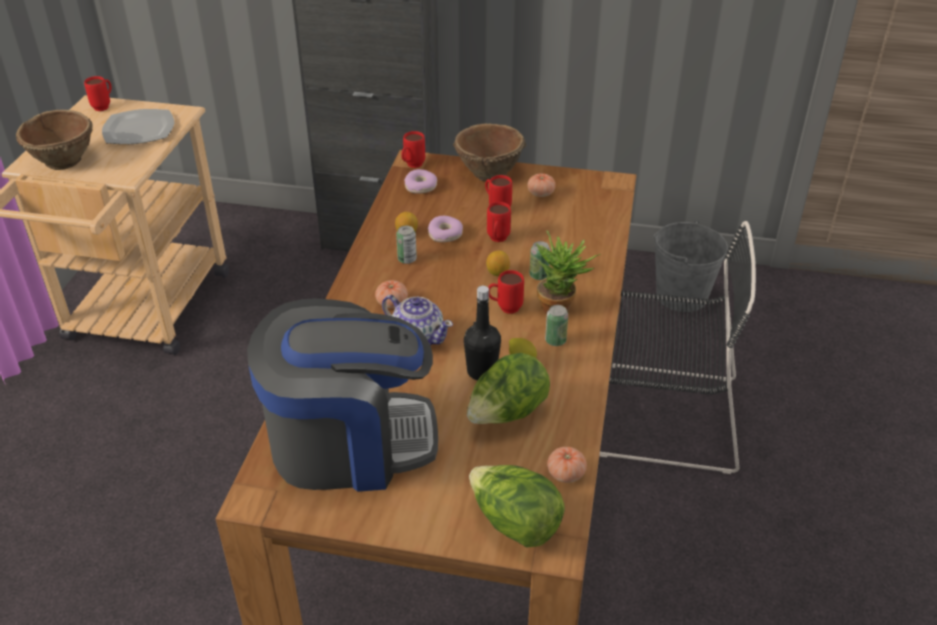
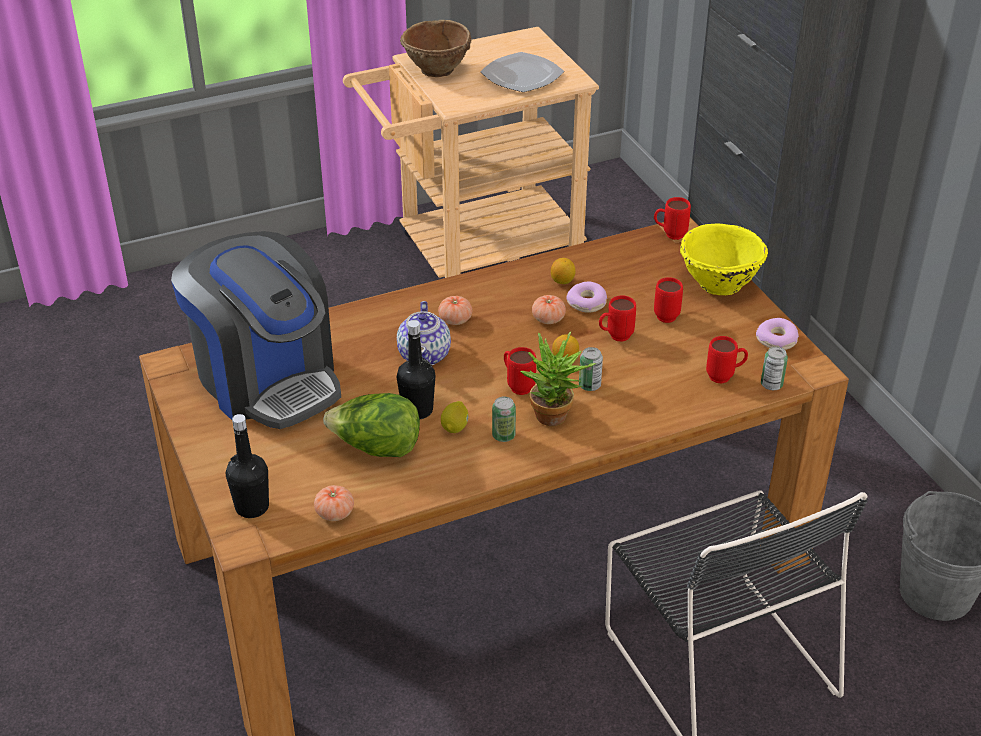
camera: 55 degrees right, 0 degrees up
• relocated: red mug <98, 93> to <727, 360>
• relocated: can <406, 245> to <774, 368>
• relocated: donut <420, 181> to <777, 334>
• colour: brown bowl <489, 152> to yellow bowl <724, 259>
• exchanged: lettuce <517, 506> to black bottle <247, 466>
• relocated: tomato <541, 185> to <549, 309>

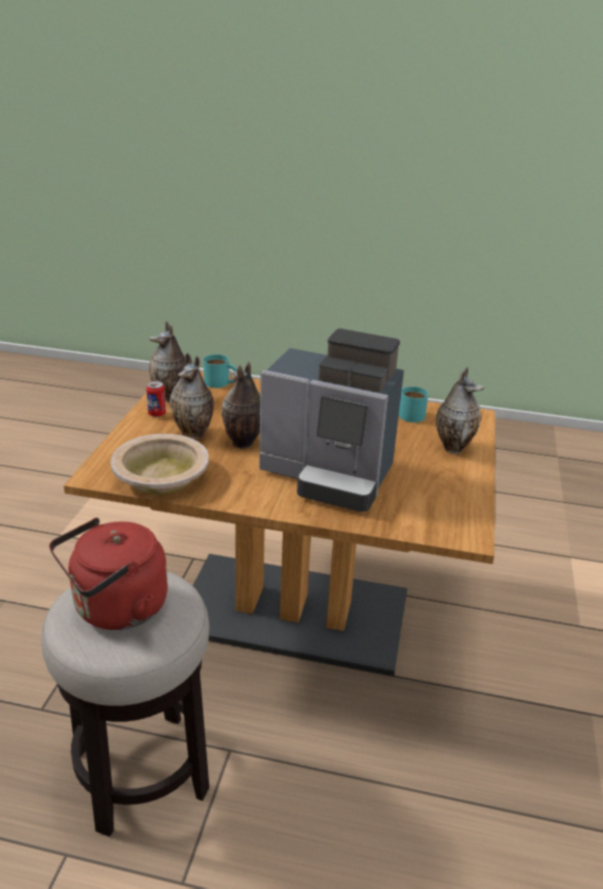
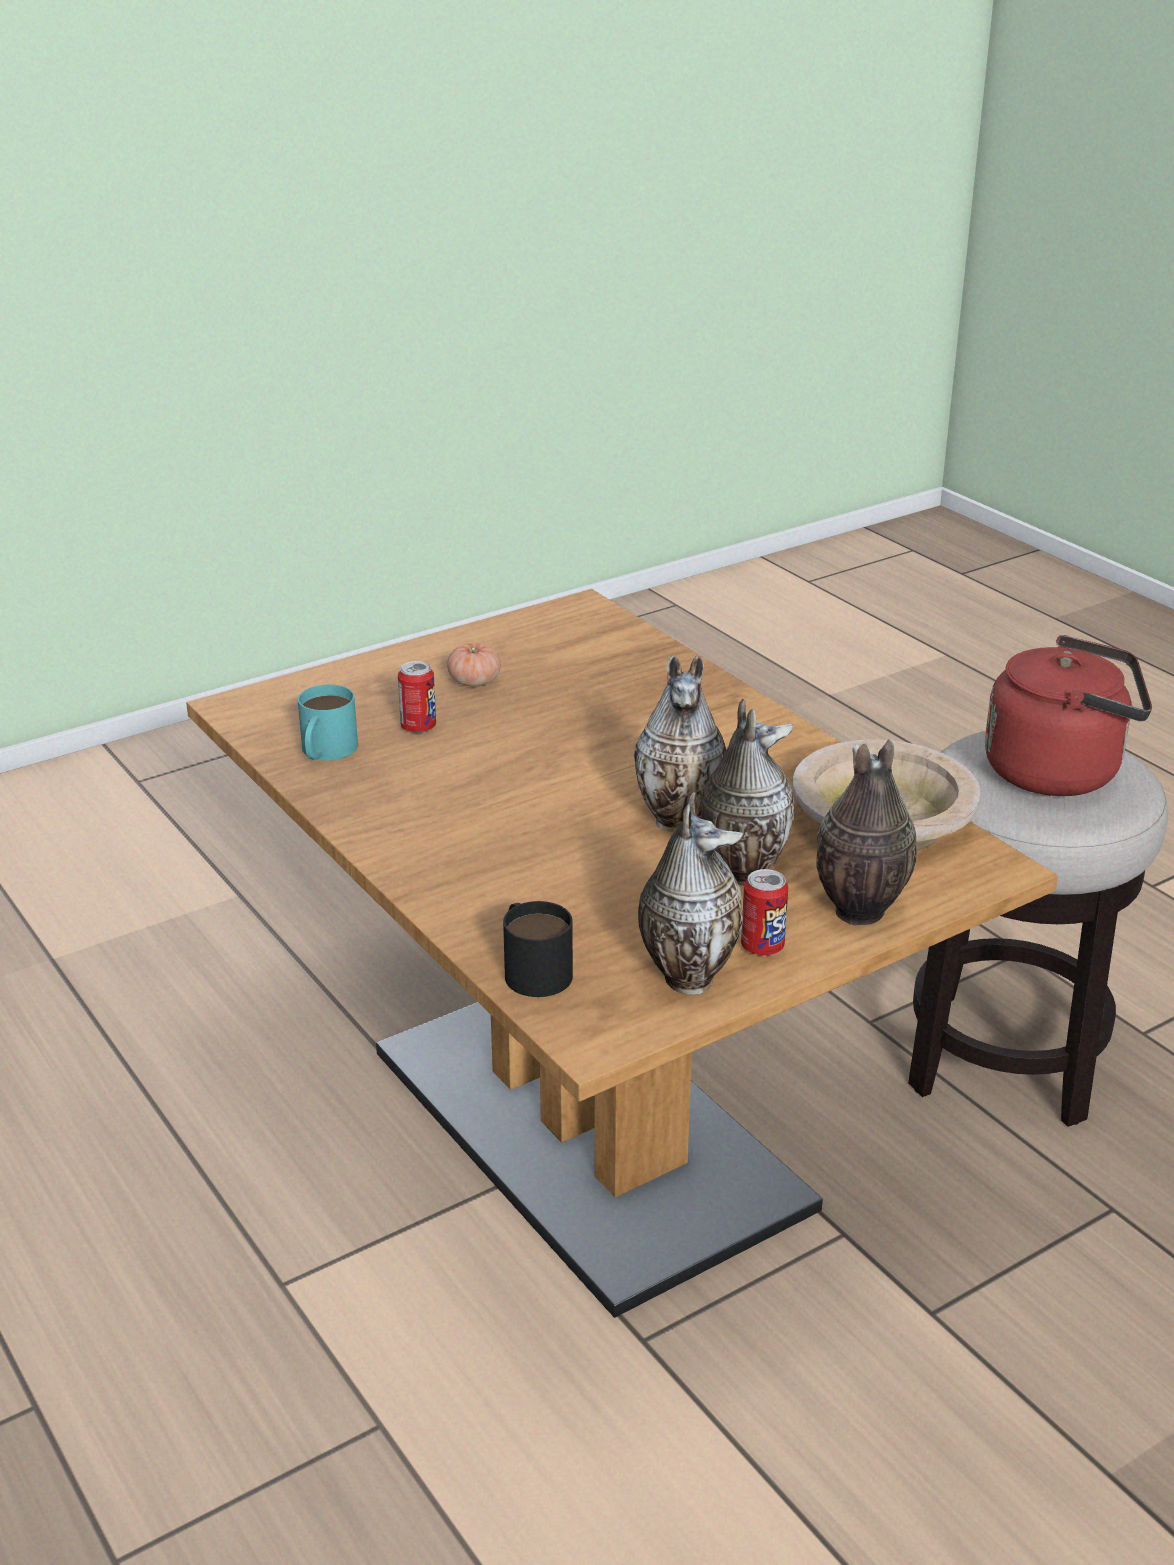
camera: 135 degrees left, 0 degrees up
• colour: turquoise mug <220, 371> to black mug <538, 949>
• missing: coffee machine <331, 420>
• relocated: vase <460, 410> to <866, 832>
• appeared: can <417, 697>
• appeared: tomato <474, 664>

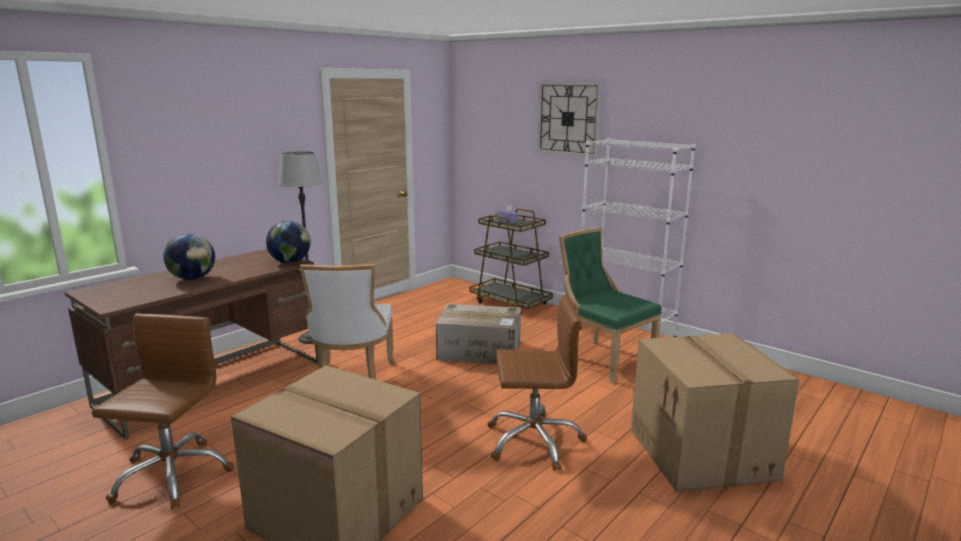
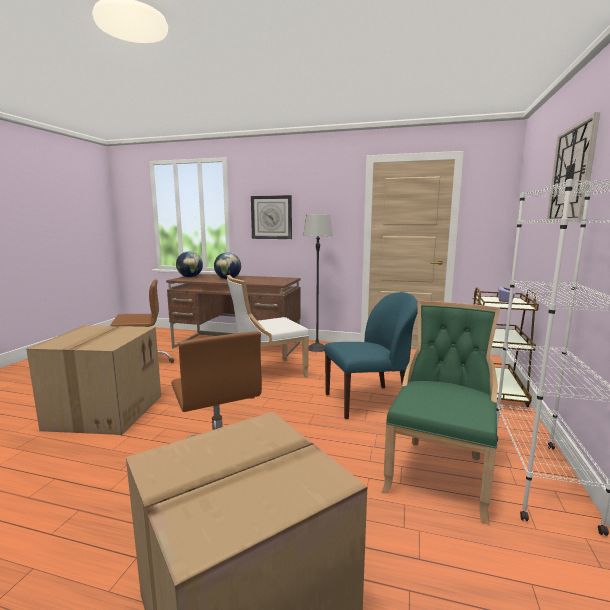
camera: 65 degrees right, 5 degrees down
• relocated: globe <288, 242> to <189, 264>
• exchanged: cardboard box <478, 334> to blue chair <371, 355>
• appeared: wall clock <271, 217>

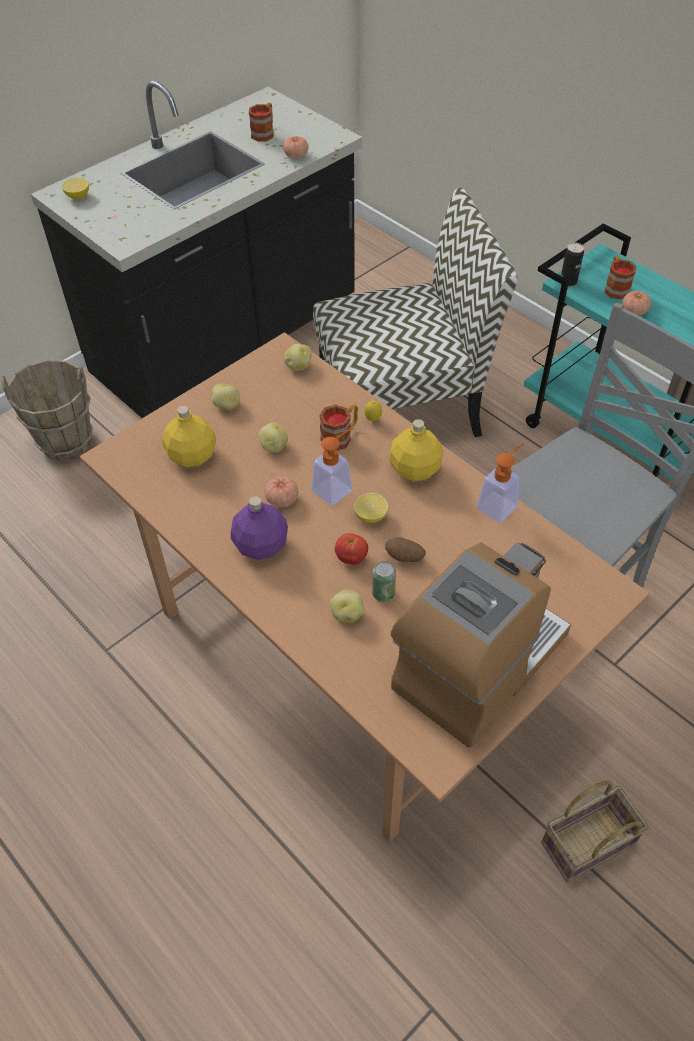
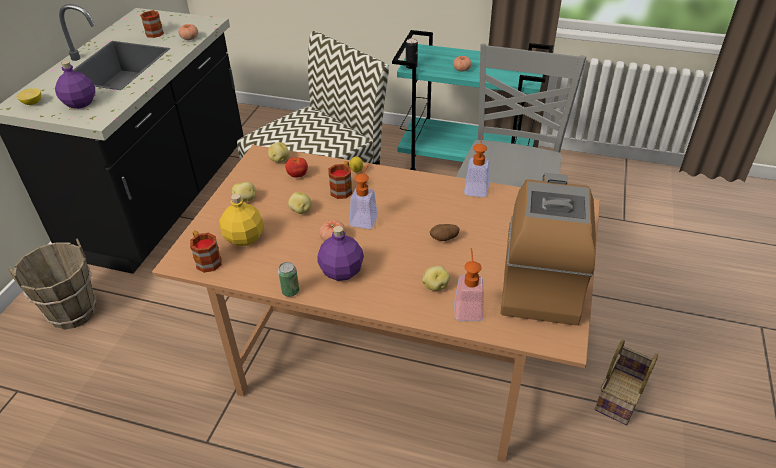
camera: 30 degrees left, 10 degrees down
• relocated: tomato <351, 549> to <297, 167>
• missing: lemon <371, 508>
• relocated: can <384, 581> to <288, 279>
• missing: yellow bottle <416, 450>
• relocated: mug <620, 278> to <206, 252>
• appeared: purple bottle <75, 85>
• appeared: soap dispenser <469, 284>

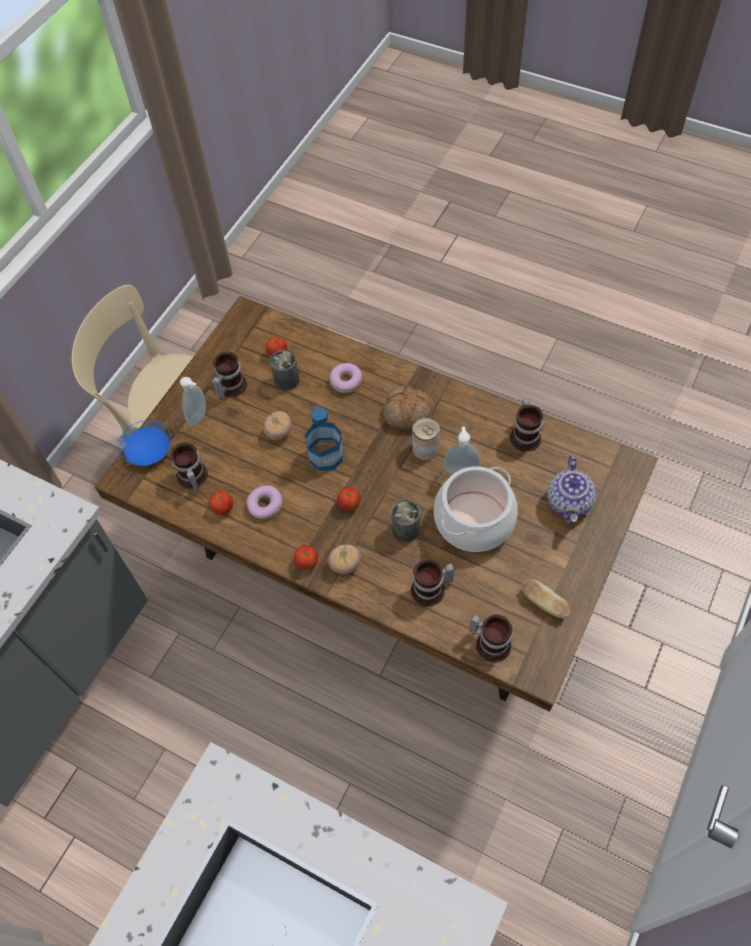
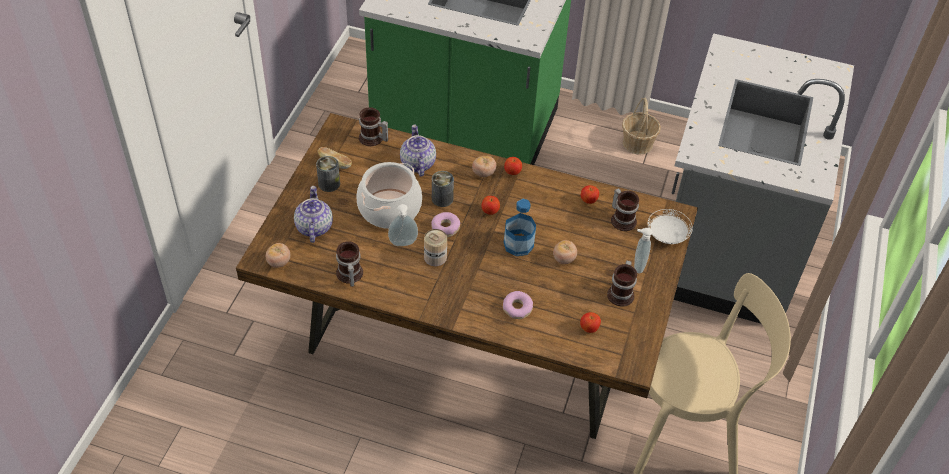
camera: 165 degrees right, 10 degrees down
• colour: blue plate <145, 443> to white plate <670, 226>
• relocated: donut <264, 502> to <445, 224>
• relocated: can <285, 370> to <328, 174>
• missing: bread <409, 407>
• exchanged: mug <432, 583> to teapot <418, 151>
• appeared: tomato <278, 255>
• appeared: basket <641, 126>

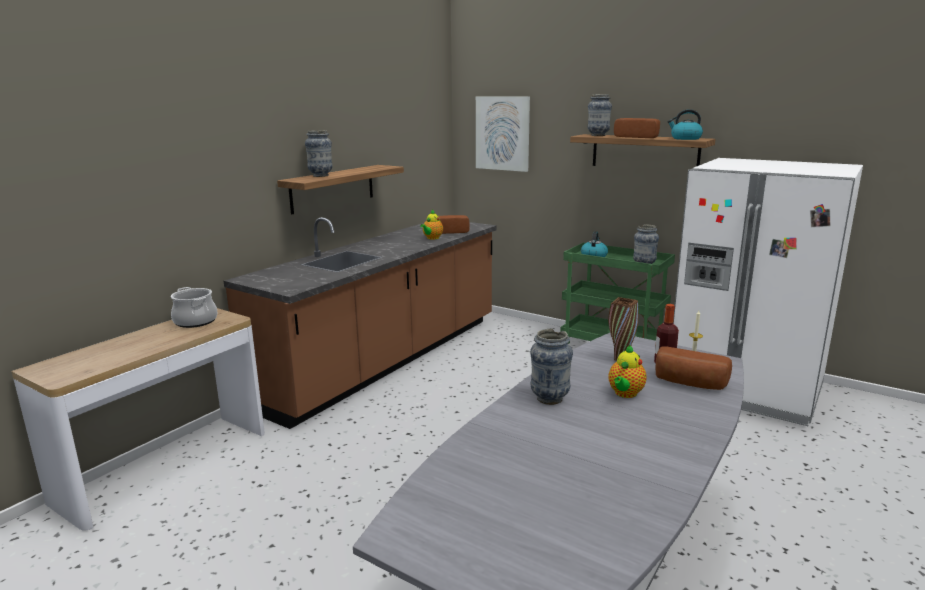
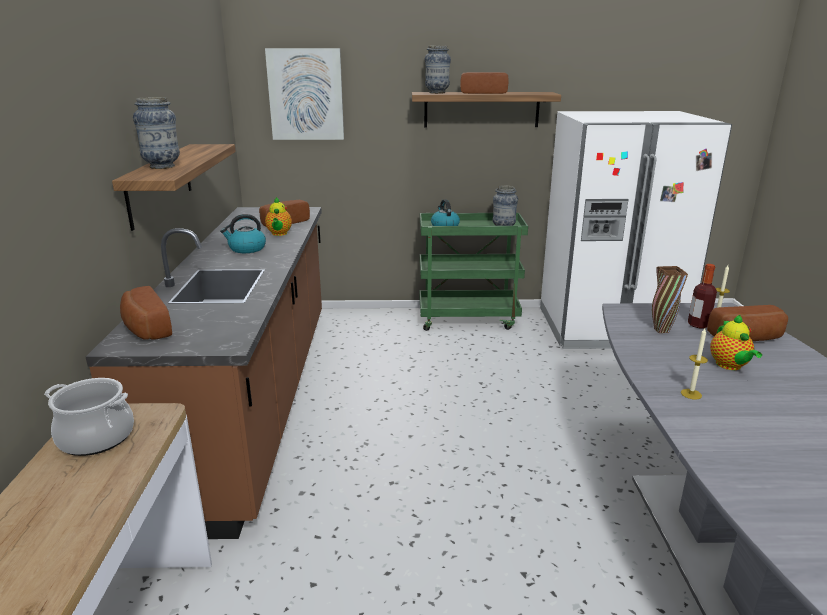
camera: 35 degrees left, 5 degrees up
• exchanged: vase <551, 367> to candle <694, 364>
• relocated: kettle <685, 124> to <243, 233>
• appeared: bread <146, 313>

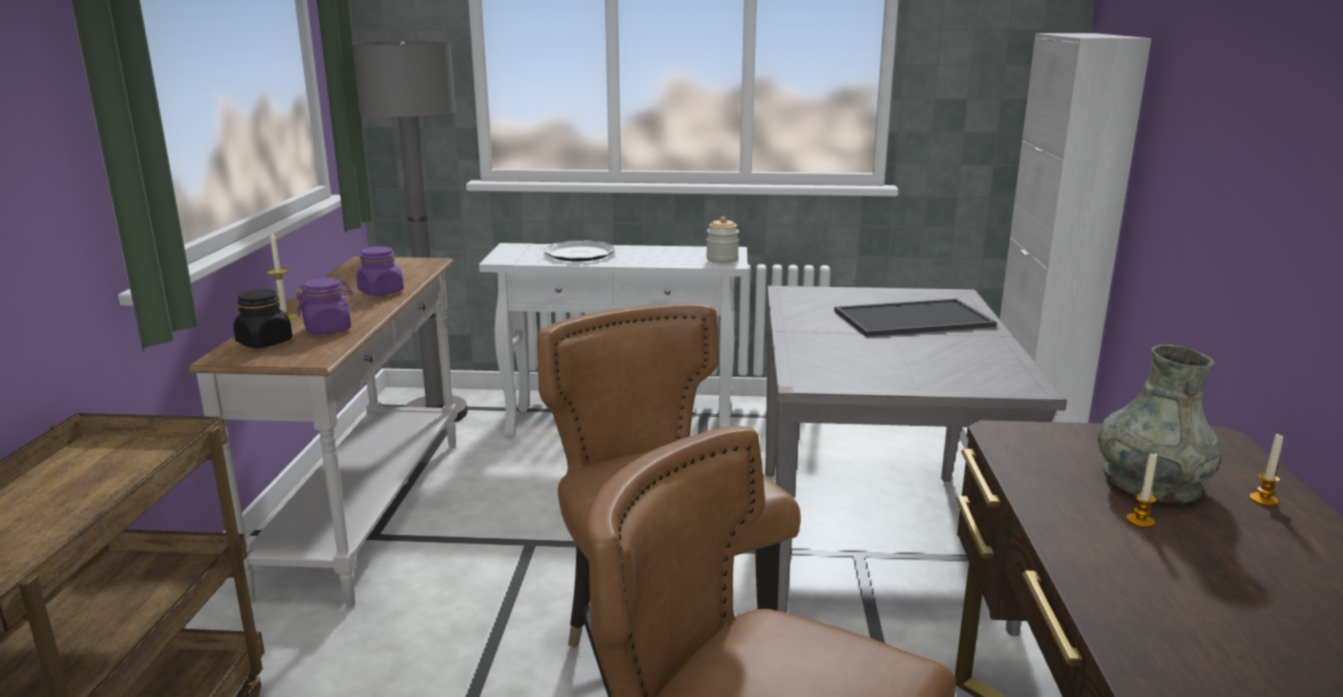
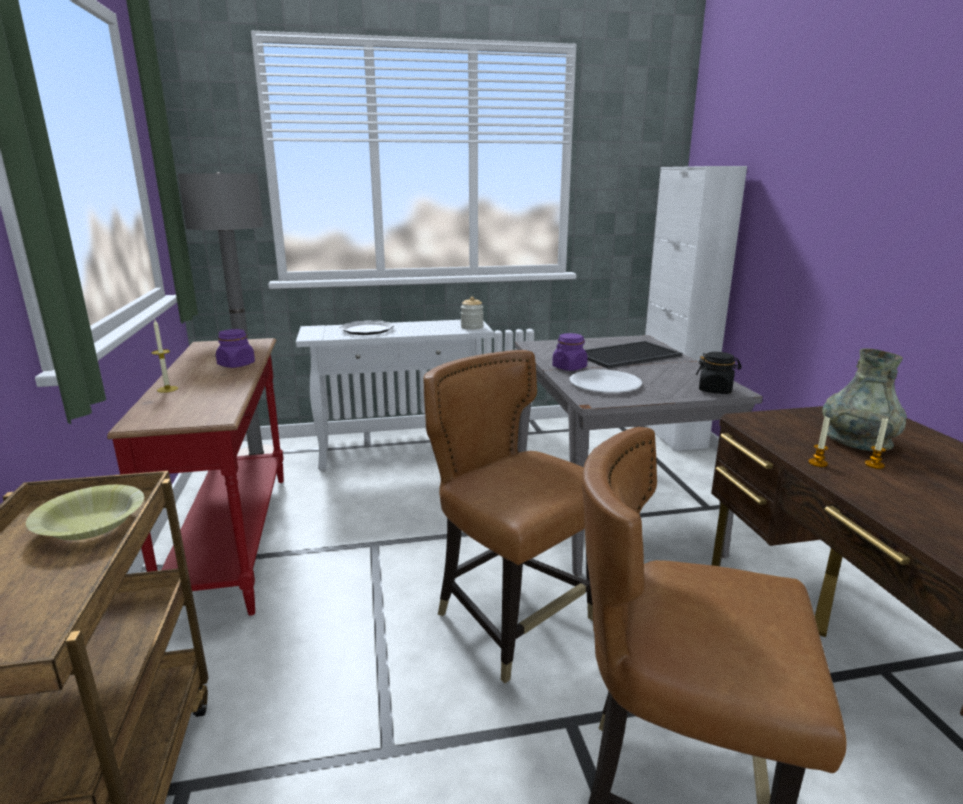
camera: 15 degrees left, 0 degrees up
• colour: white console table <323, 432> to red console table <195, 477>
• relocated: black jar <262, 318> to <718, 373>
• relocated: purple jar <324, 306> to <570, 352>
• relocated: candle <1266, 470> to <819, 441>
• appeared: yellow bowl <85, 512>
• appeared: white plate <605, 381>

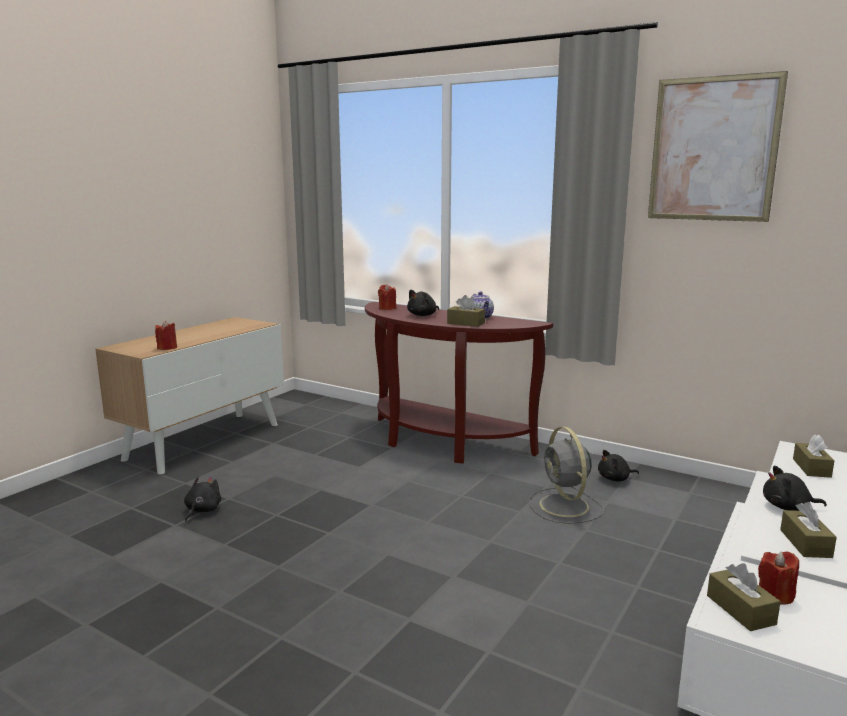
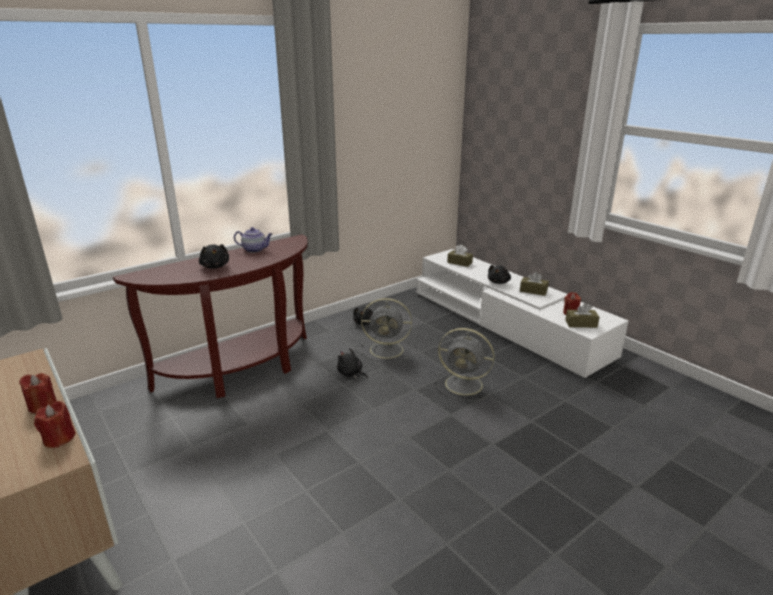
camera: 70 degrees left, 10 degrees up
• relocated: black plush toy <202, 499> to <352, 364>
• relocated: red candle <387, 297> to <38, 393>
• missing: brown tissue box <466, 311>
• missing: picture <718, 146>
• appeared: grey fan <465, 364>

